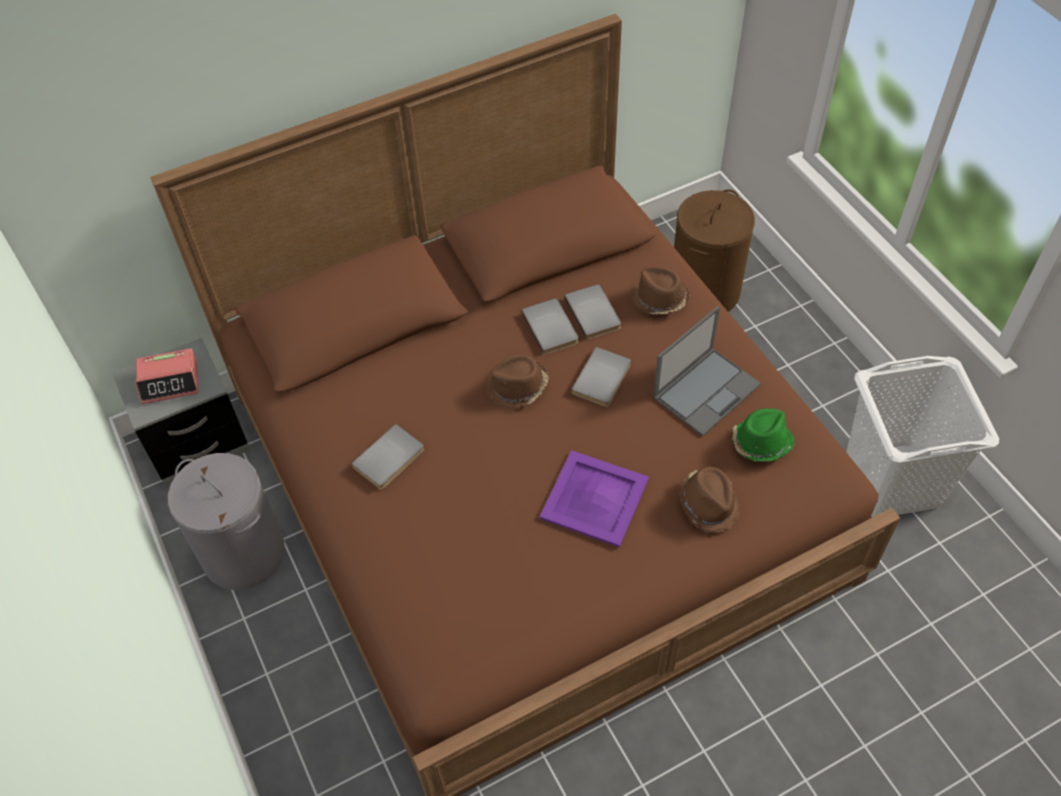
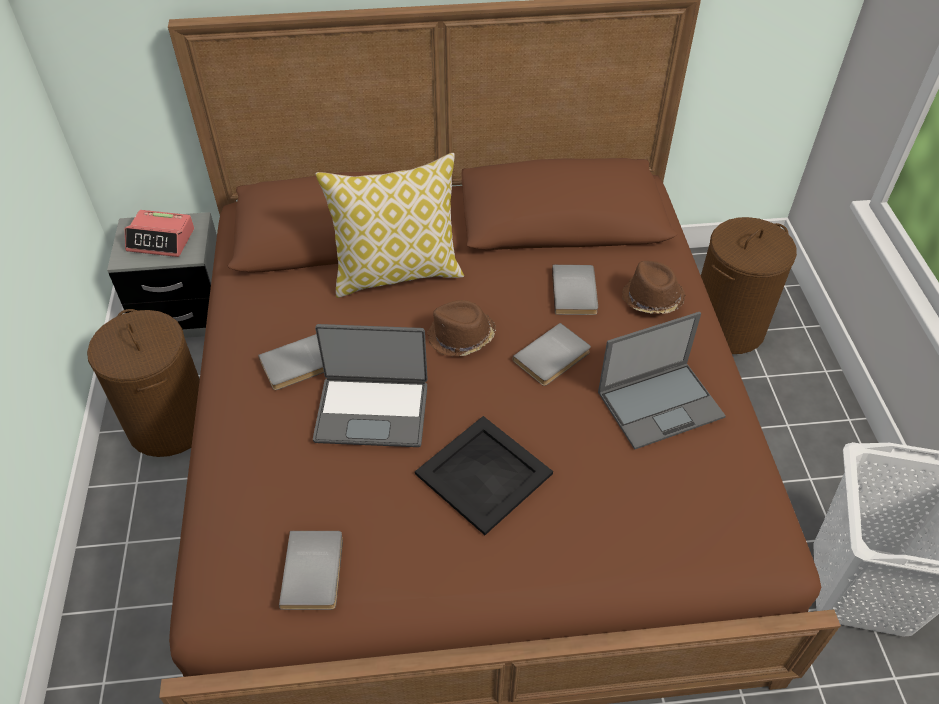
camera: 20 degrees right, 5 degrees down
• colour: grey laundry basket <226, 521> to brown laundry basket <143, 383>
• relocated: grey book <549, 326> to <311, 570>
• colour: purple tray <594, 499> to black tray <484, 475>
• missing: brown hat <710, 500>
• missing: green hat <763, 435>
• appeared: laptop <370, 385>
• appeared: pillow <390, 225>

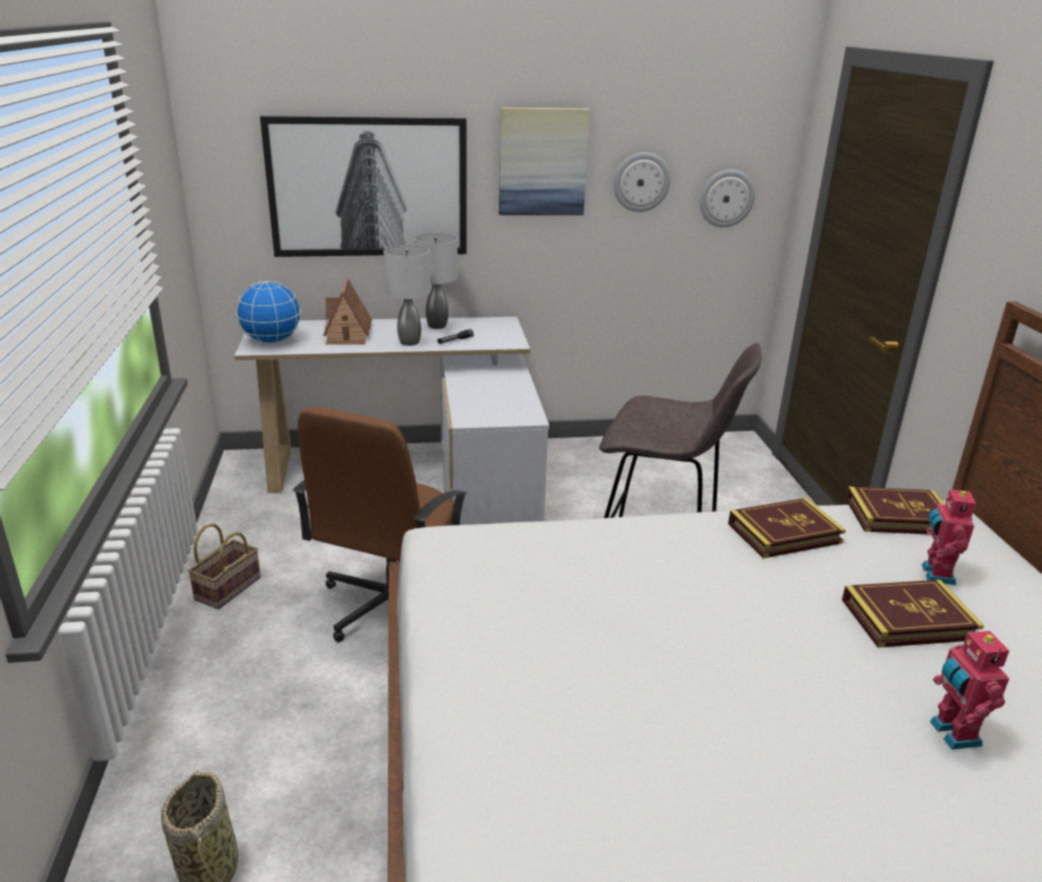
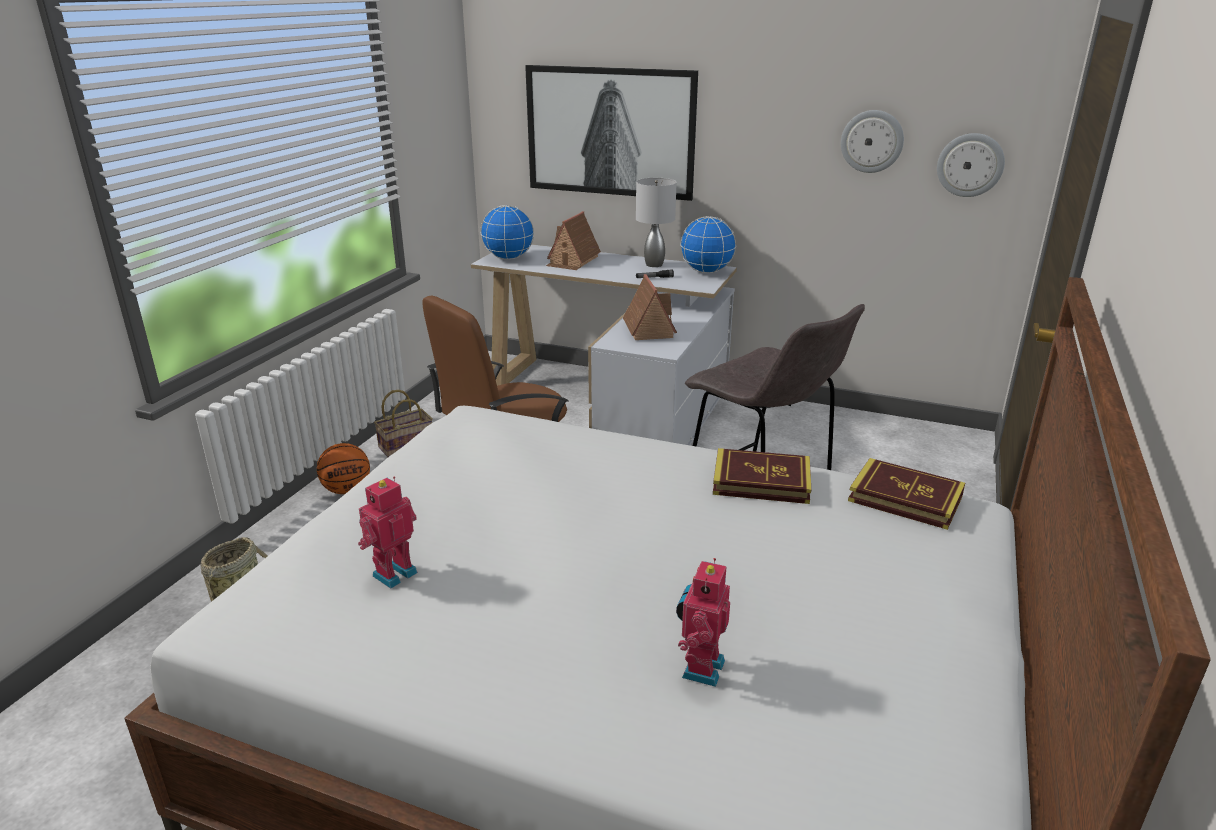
camera: 30 degrees right, 0 degrees up
• missing: grey table lamp <407, 295>
• missing: picture <544, 161>
• missing: book <913, 614>
• relocated: toy robot <949, 535> to <388, 532>
• appeared: basketball <343, 468>
• appeared: toy house <650, 307>
• appeared: globe <708, 244>

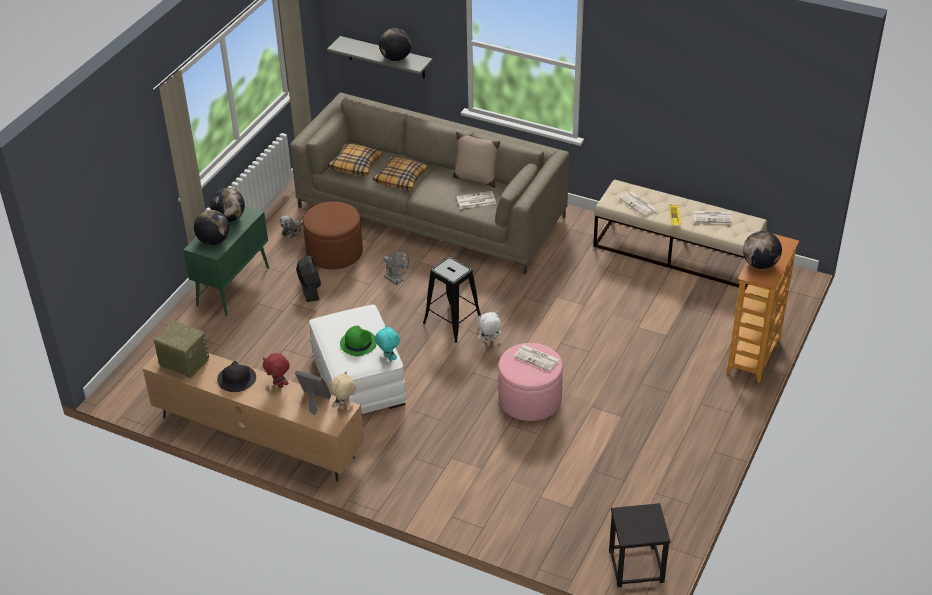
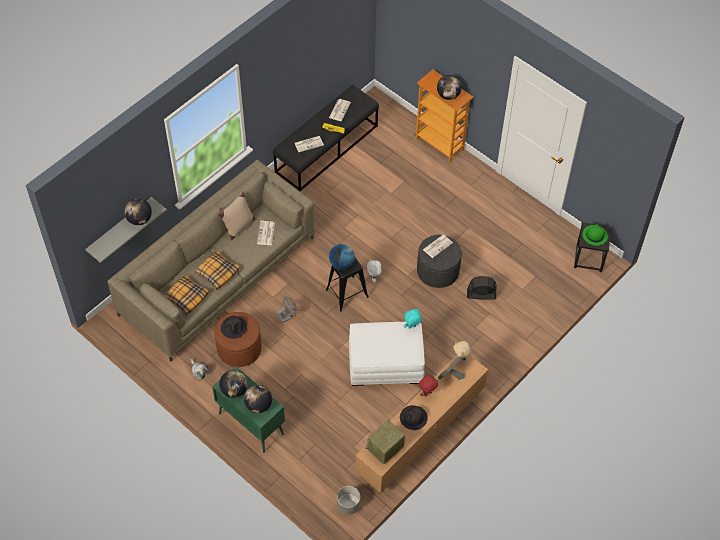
camera: 75 degrees left, 15 degrees up
• relocated: black fan <308, 278> to <482, 288>
• relocated: green hat <358, 341> to <595, 235>
• colour: pink ottoman <530, 382> to grey ottoman <439, 261>
• colour: beige bench <680, 235> to black bench <326, 138>
• appeared: black hat <234, 327>
• appeared: globe <342, 257>
• appeared: grey planter <348, 500>

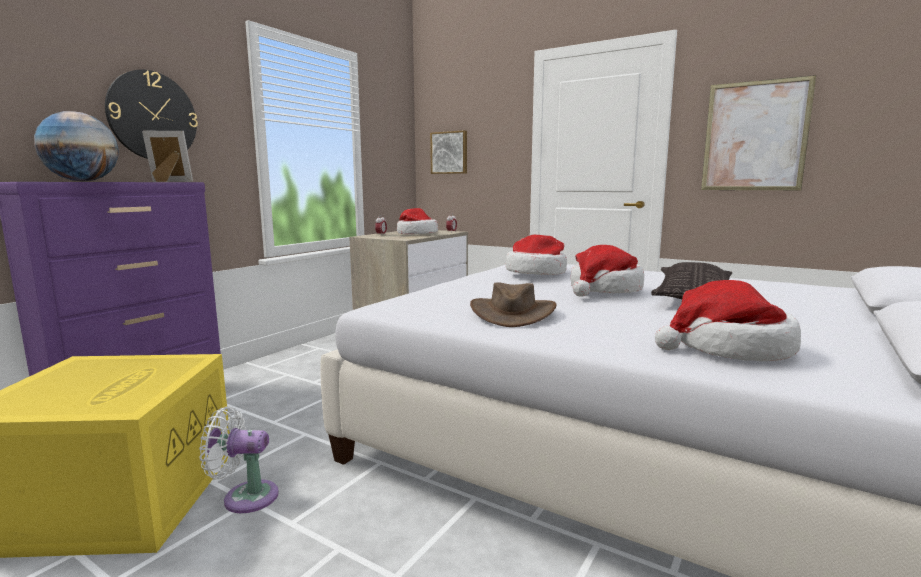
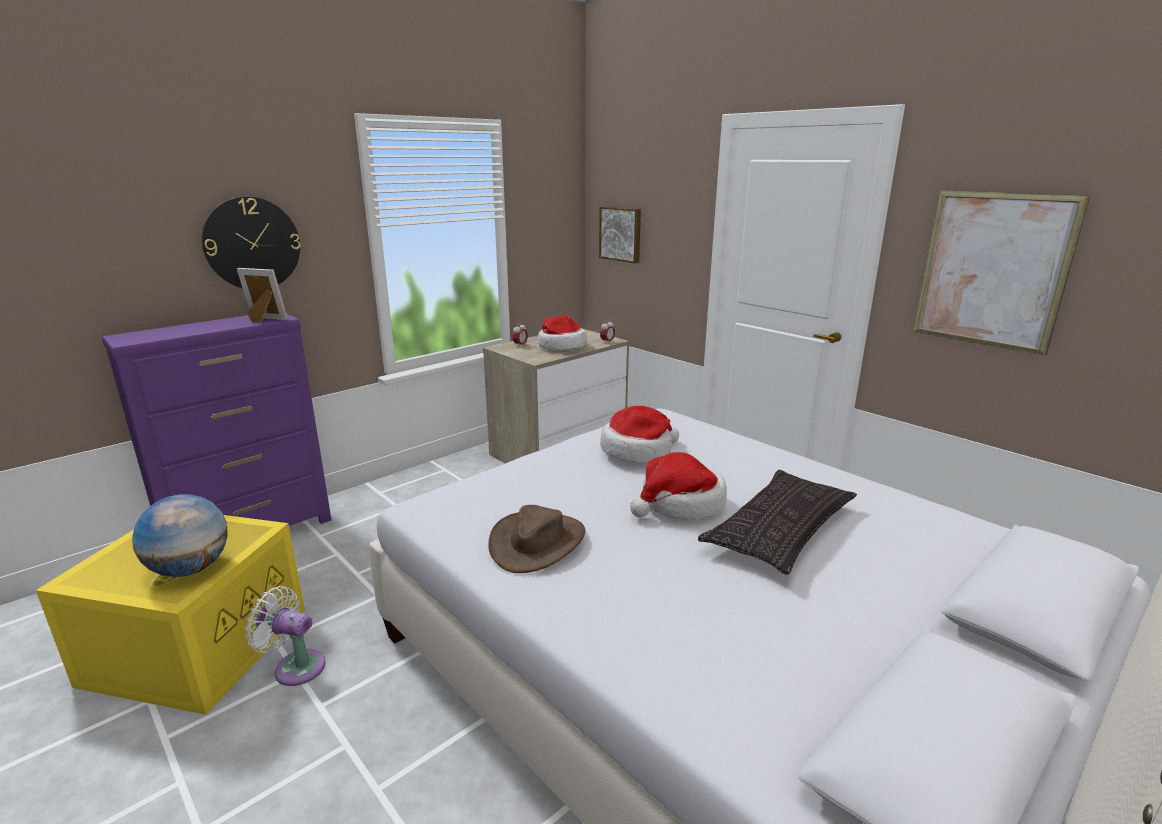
camera: 15 degrees right, 10 degrees up
• relocated: globe <76, 146> to <180, 535>
• missing: hat <728, 320>

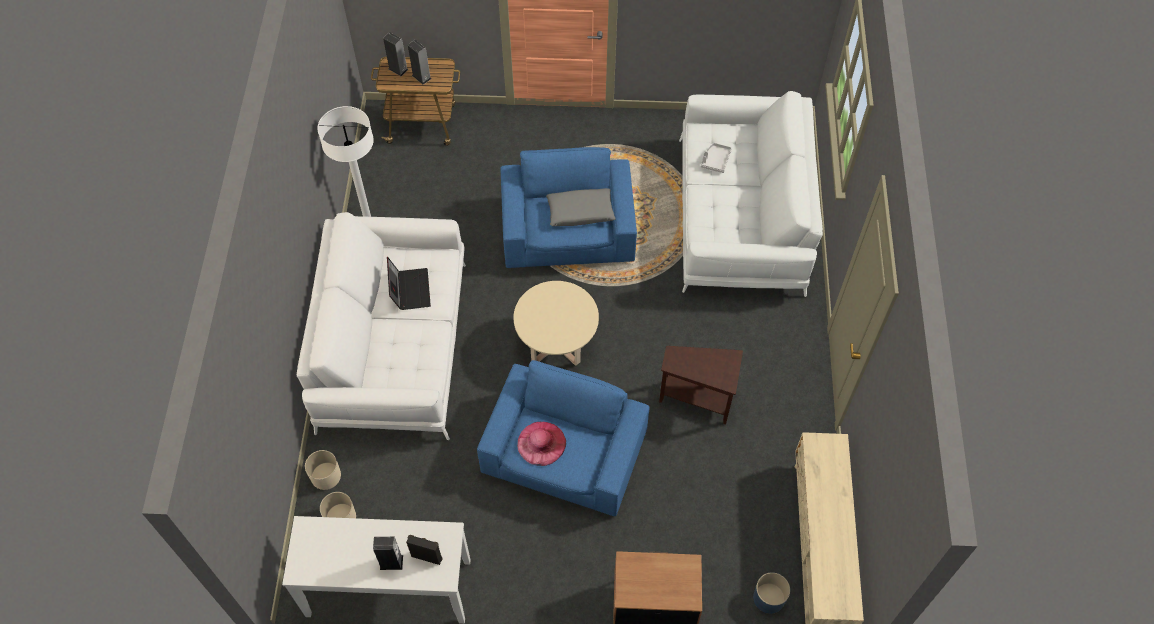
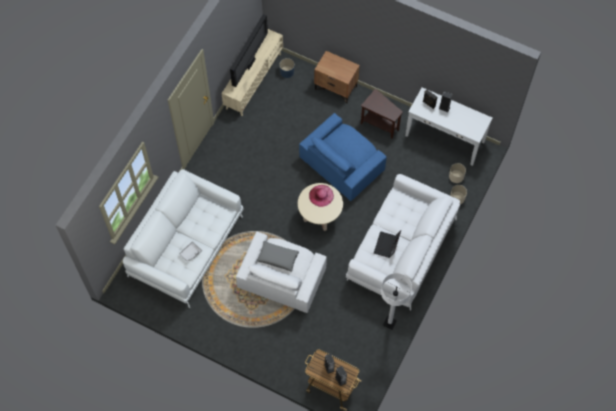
camera: 155 degrees left, 5 degrees up
• colour: blue armchair <569, 207> to white armchair <281, 272>
• relocated: pink hat <541, 444> to <321, 196>
• relocated: brown side table <701, 385> to <382, 114>
• appeared: television <249, 50>

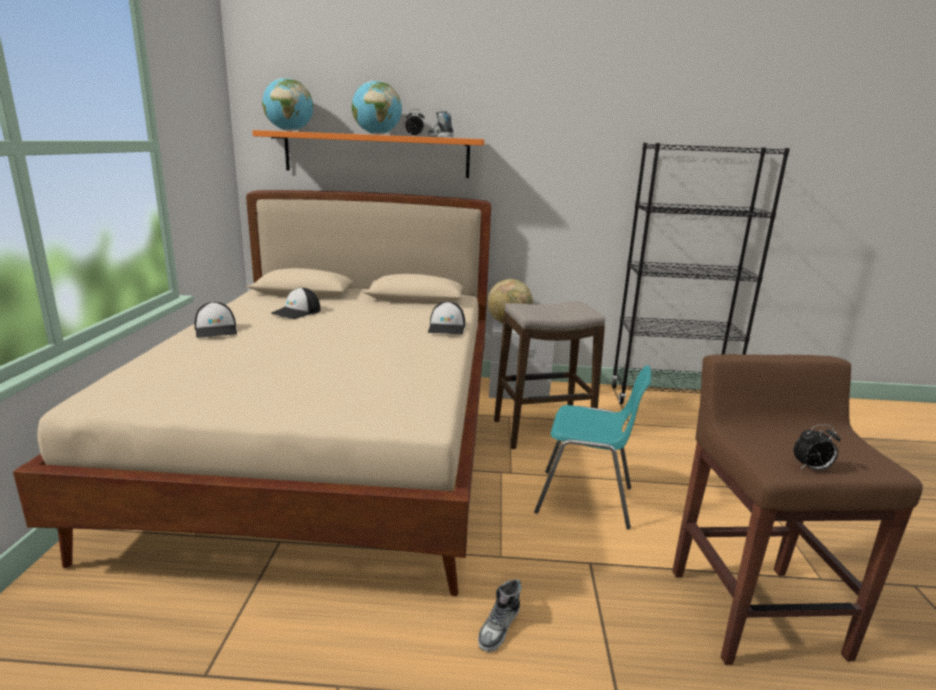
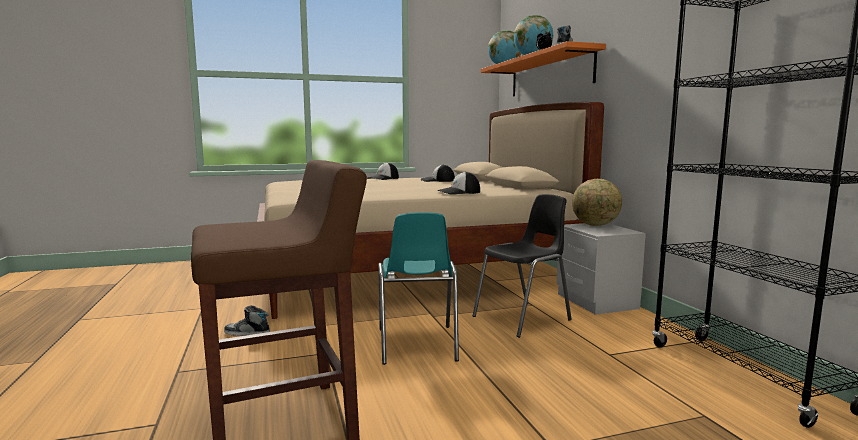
camera: 70 degrees right, 10 degrees down
• exchanged: stool <549, 375> to black chair <522, 266>
• missing: alarm clock <817, 447>

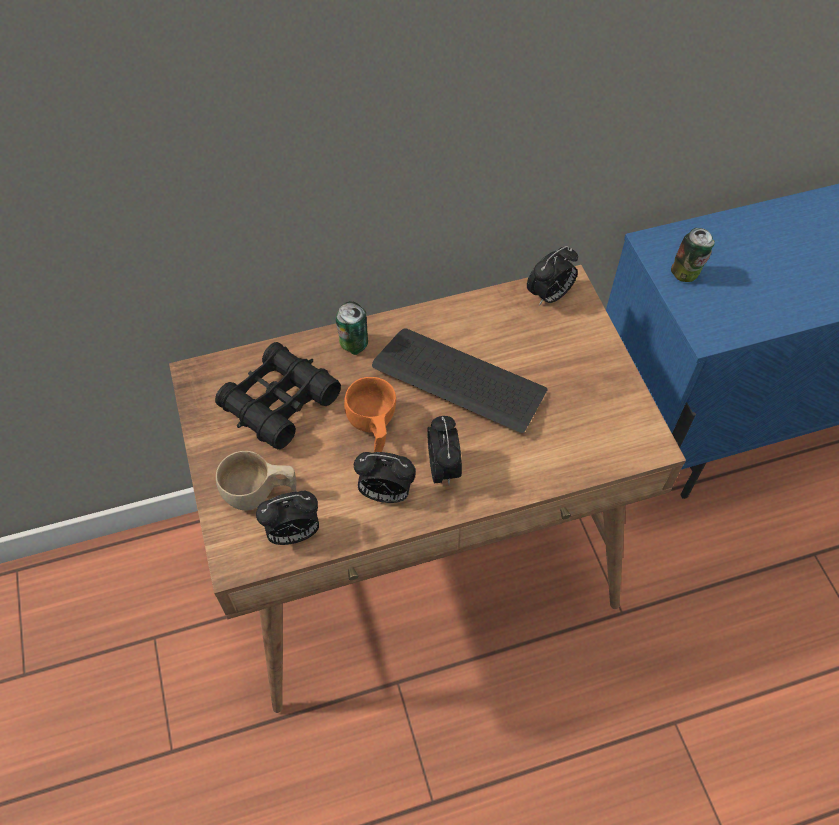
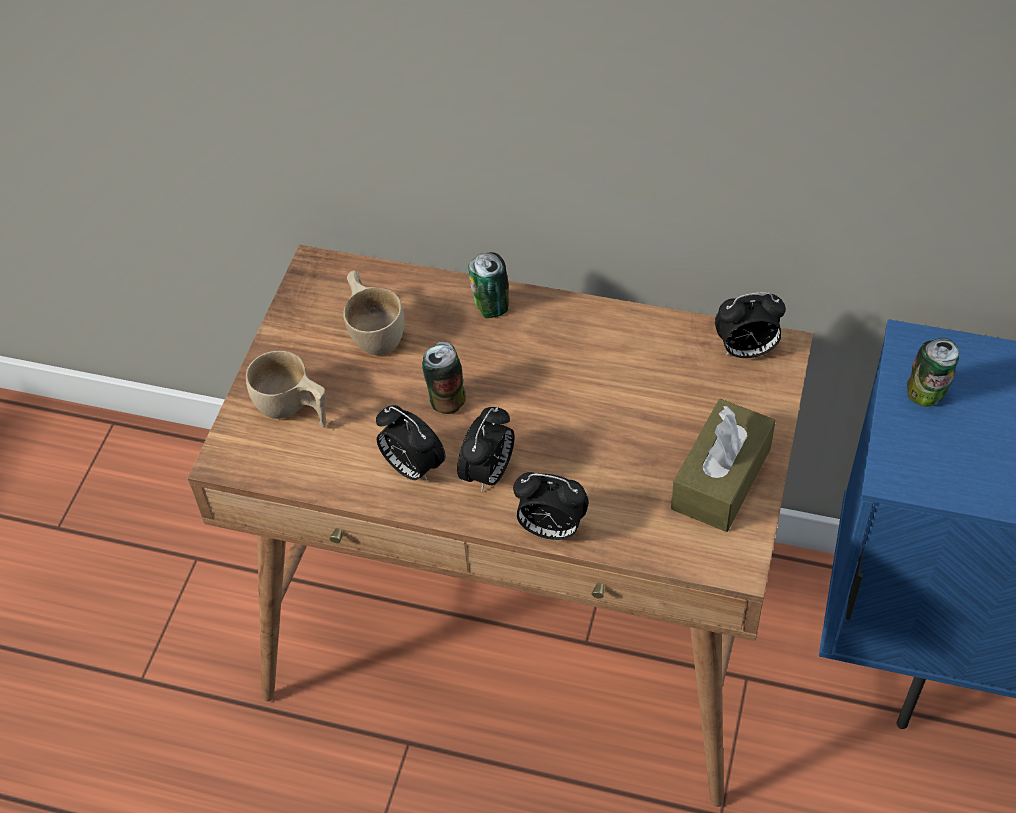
camera: 35 degrees right, 5 degrees down
• exchanged: black binoculars <278, 395> to beige cup <374, 312>
• relocated: alarm clock <287, 518> to <551, 506>
• exchanged: orange cup <370, 414> to can <443, 378>
• missing: keyboard <460, 380>
• appeared: brown tissue box <723, 465>

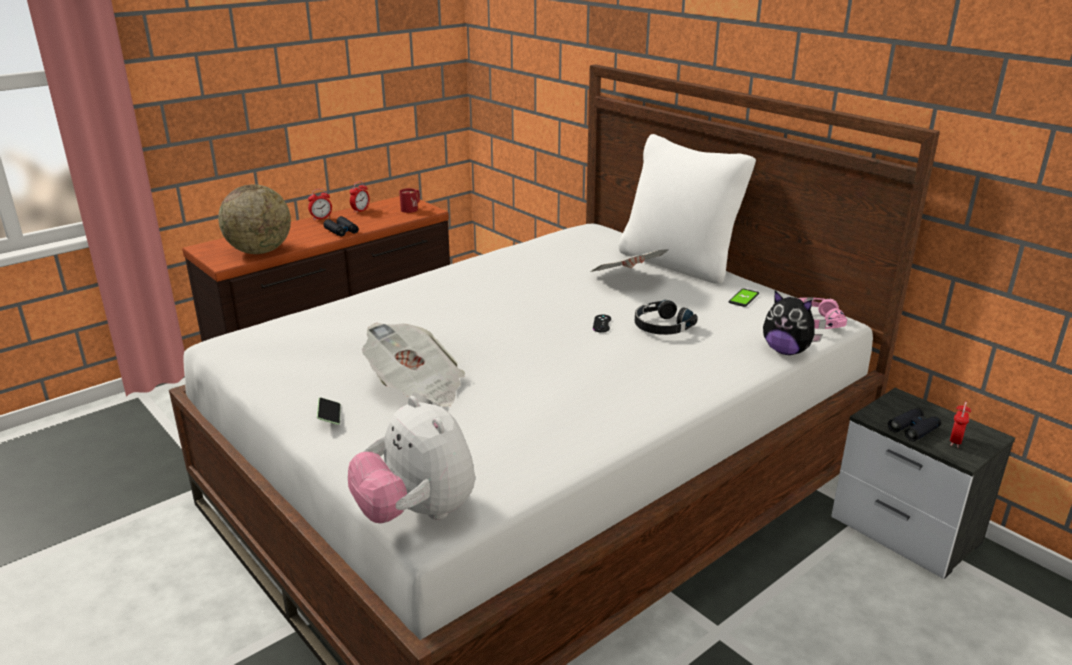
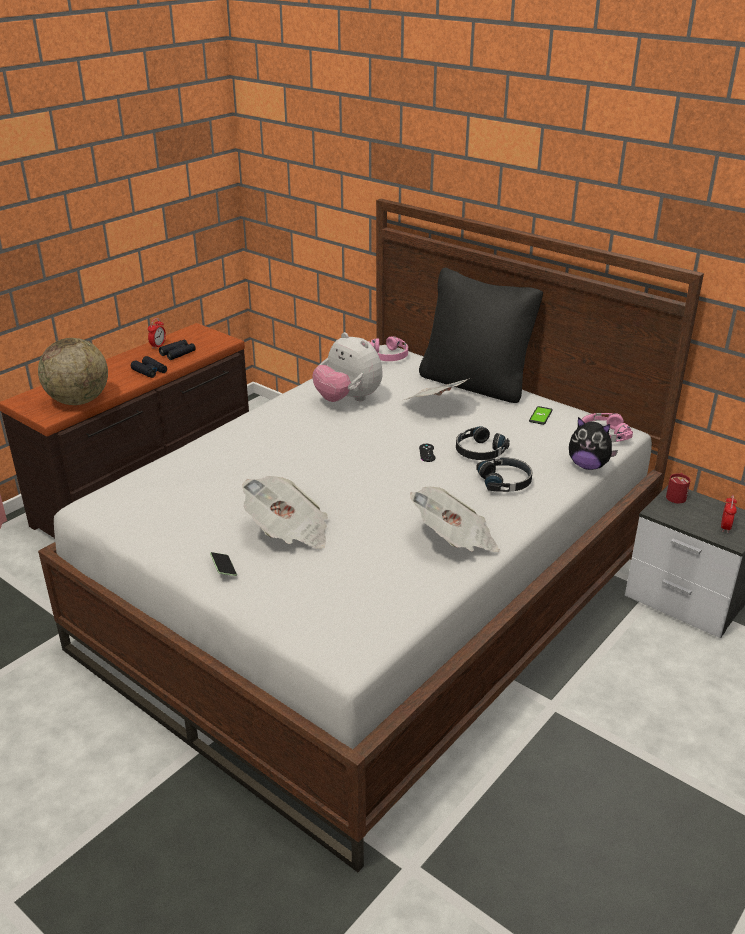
camera: 10 degrees left, 5 degrees up
• missing: alarm clock <320, 204>
• relocated: plush toy <411, 459> to <347, 367>
• relocated: red mug <409, 200> to <678, 488>
• colour: white pillow <687, 209> to black pillow <481, 335>
• relocated: black binoculars <914, 424> to <177, 349>
• appeared: pink headphones <388, 348>
• appeared: newspaper <455, 519>
• appeared: black headphones <504, 474>

